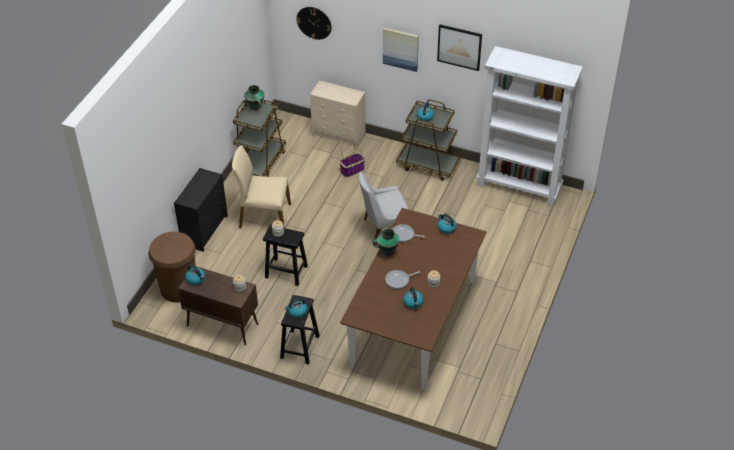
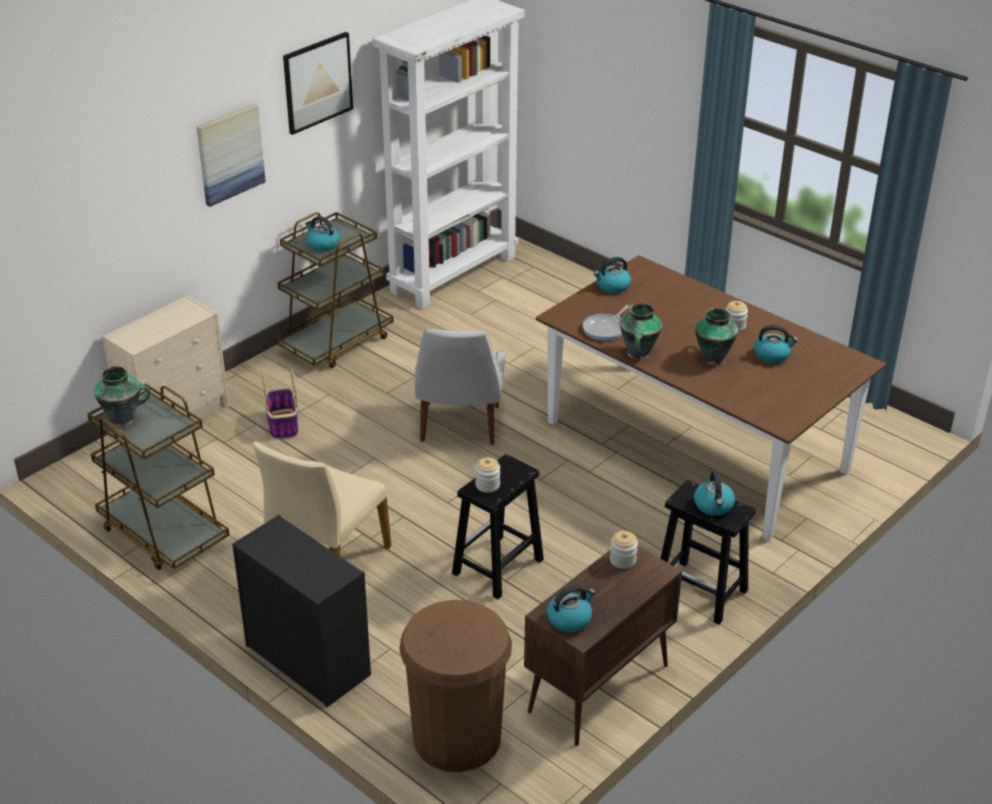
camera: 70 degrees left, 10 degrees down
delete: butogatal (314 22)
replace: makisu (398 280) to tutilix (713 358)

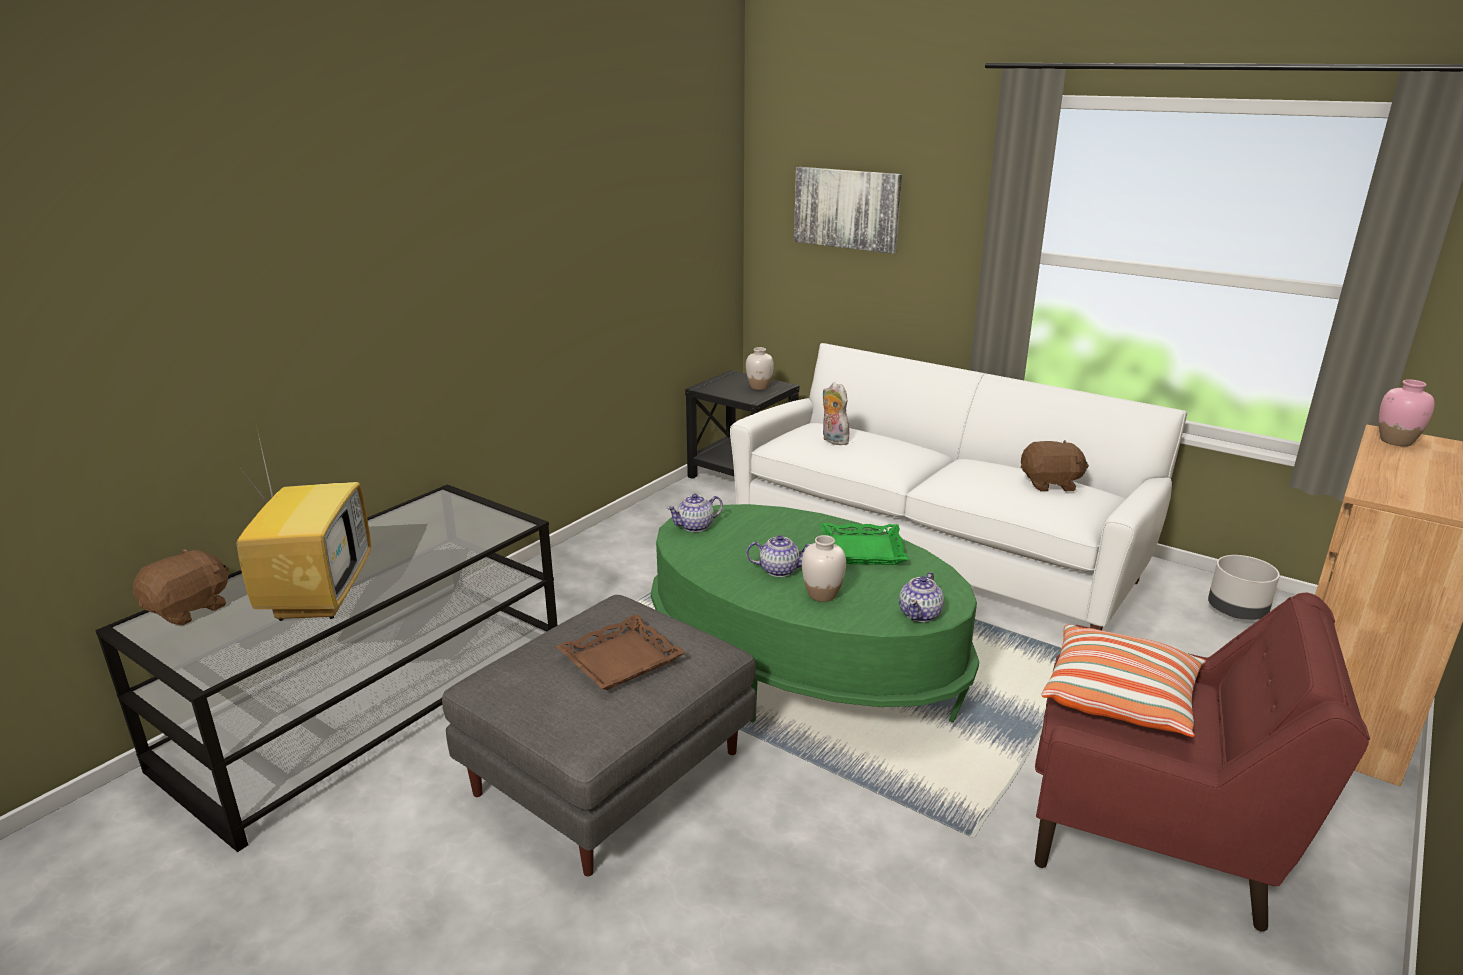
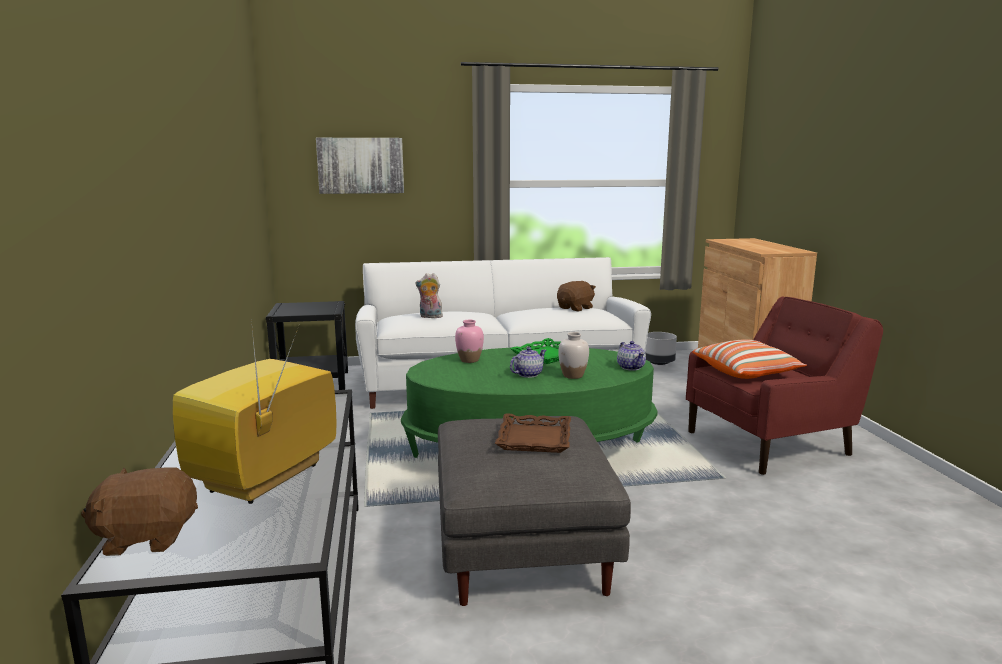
camera: 45 degrees left, 10 degrees down
delete: white_tutilix (759 387); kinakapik (696 526)
move: pink_tutilix (1396 441) to (469 360)
rotate: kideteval (318 595) = (265 480) 105 degrees counterclockwise; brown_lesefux (189 609) = (147 537) 90 degrees counterclockwise

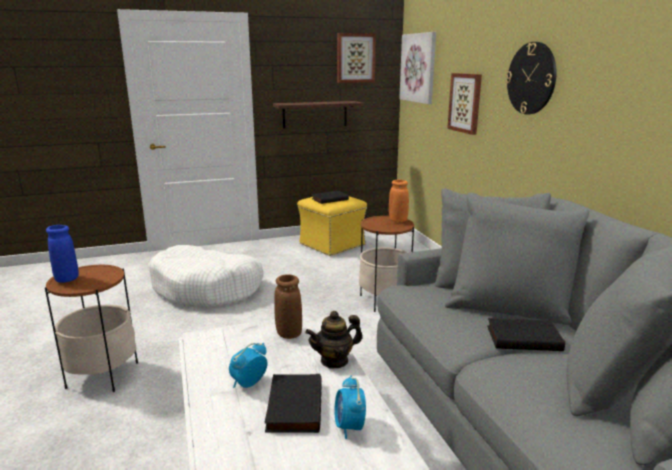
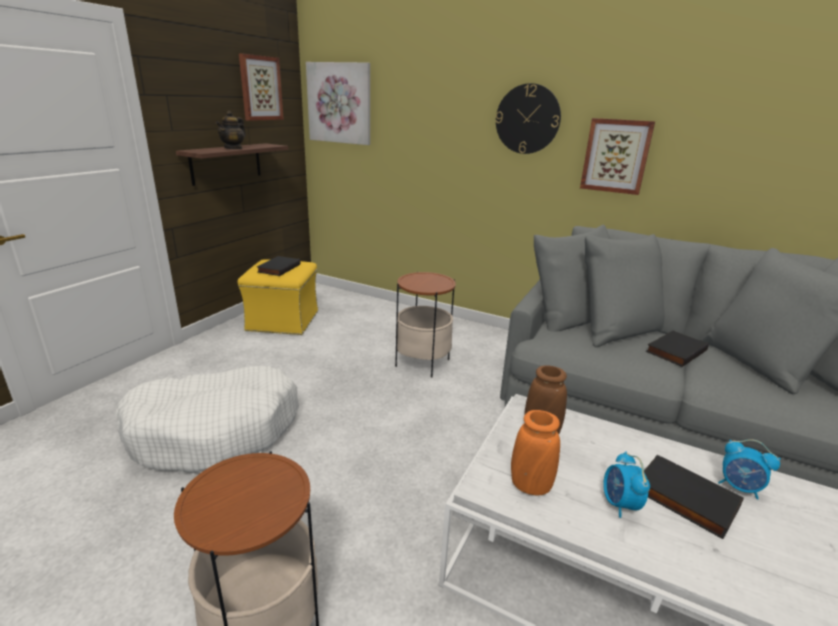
camera: 45 degrees left, 5 degrees up
delete: blue_tutilix (67 279)
move: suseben (465 103) to (616 156); orange_tutilix (398 220) to (530 485); kinakapik (334 360) to (233 148)

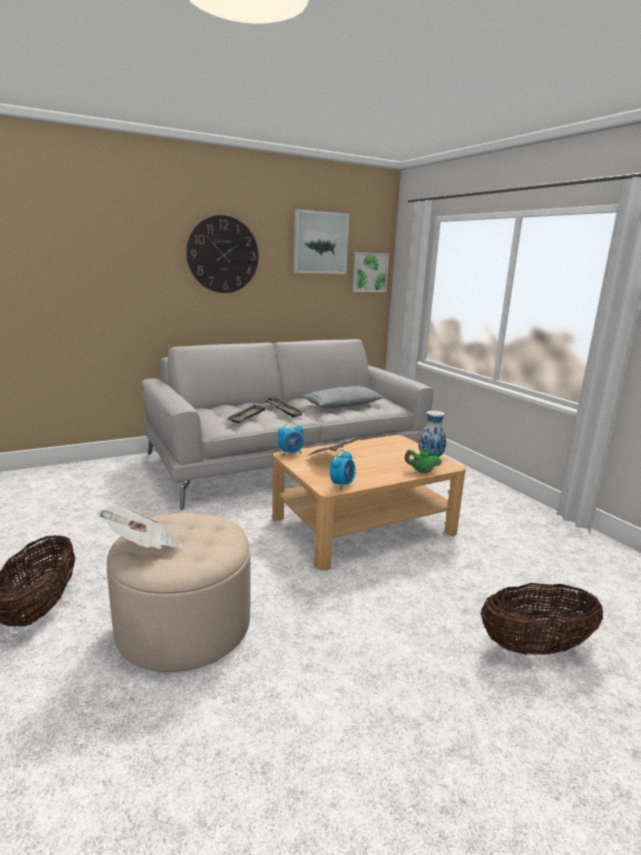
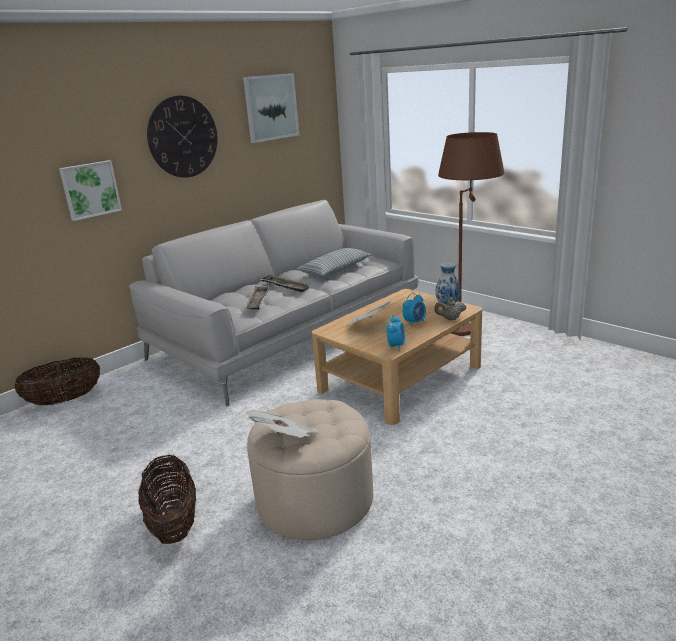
camera: 15 degrees left, 5 degrees up
insert: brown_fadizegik (468 324)
move: suseben (369 272) to (90 189); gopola (291 453) to (414 322); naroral (535 647) to (65 400)
recolor: green_kinakapik (421 471) to beige_kinakapik (450 319)

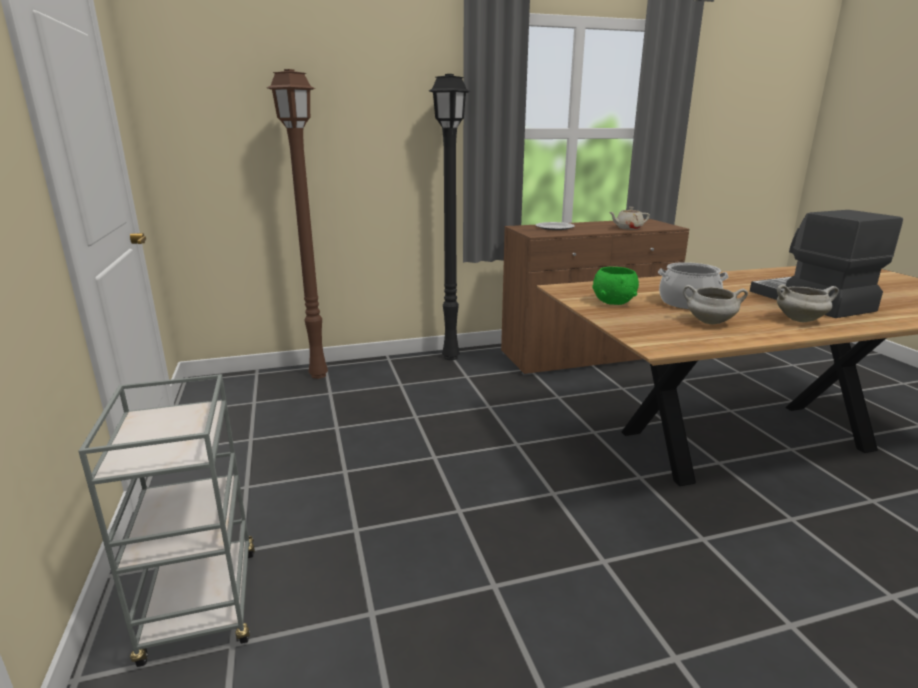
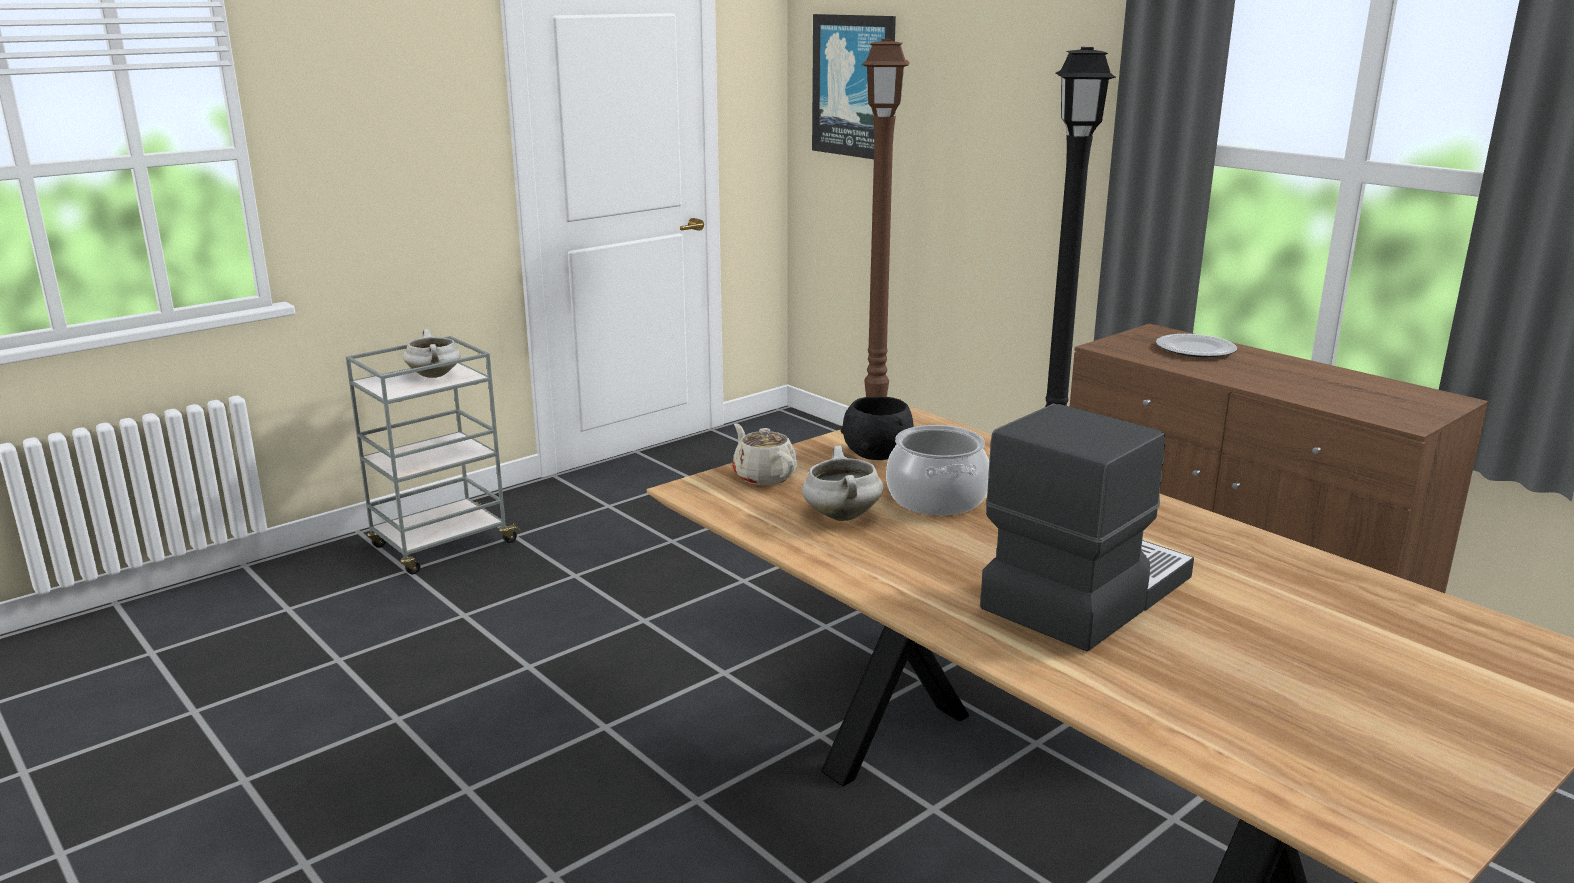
camera: 65 degrees right, 0 degrees up
insert: suseben (854 86)
move: beige_kinakapik (628 228) to (764 476); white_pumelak (800 320) to (435 375)
recolor: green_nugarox (613 302) to black_nugarox (876 454)

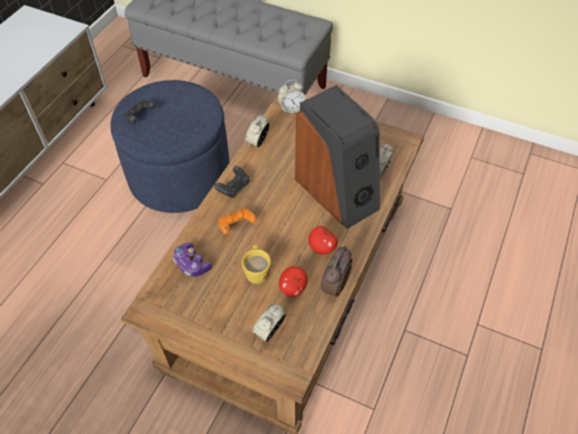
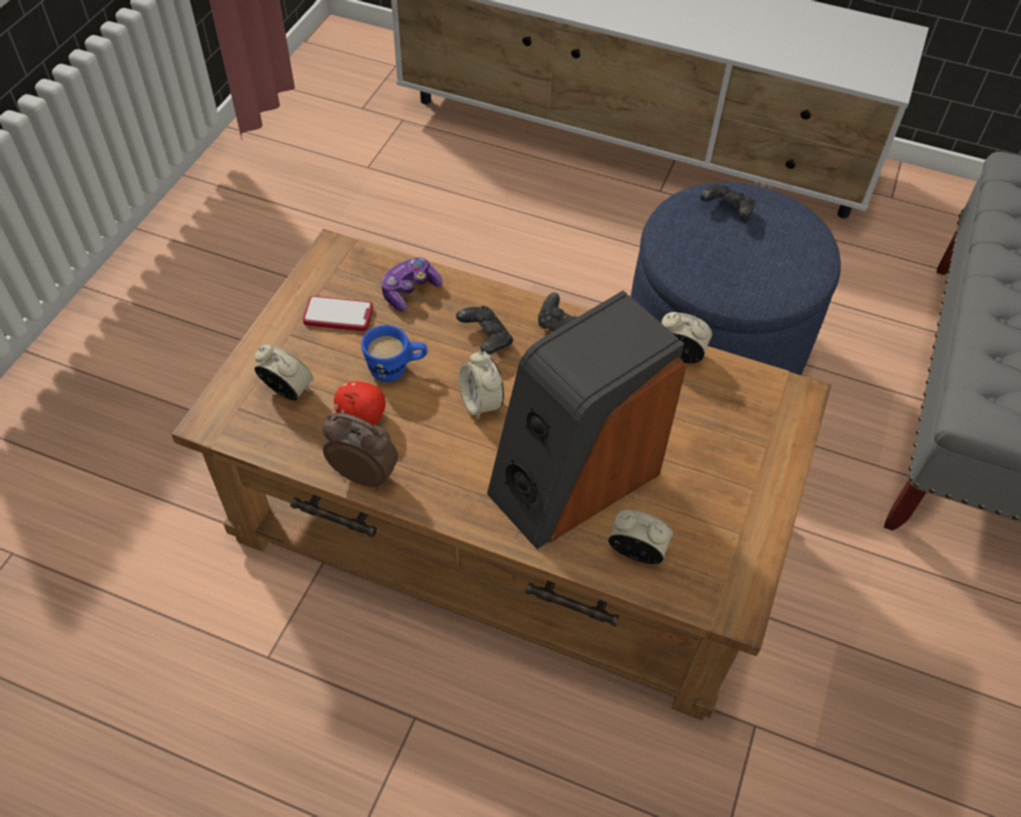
camera: 85 degrees right, 0 degrees up
delete: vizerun (322 248)
insert: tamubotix (338 315)
move: gopola (291 109) to (481 403)
recolor: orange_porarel (237 225) to black_porarel (485 338); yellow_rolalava (257 271) to blue_rolalava (396 369)

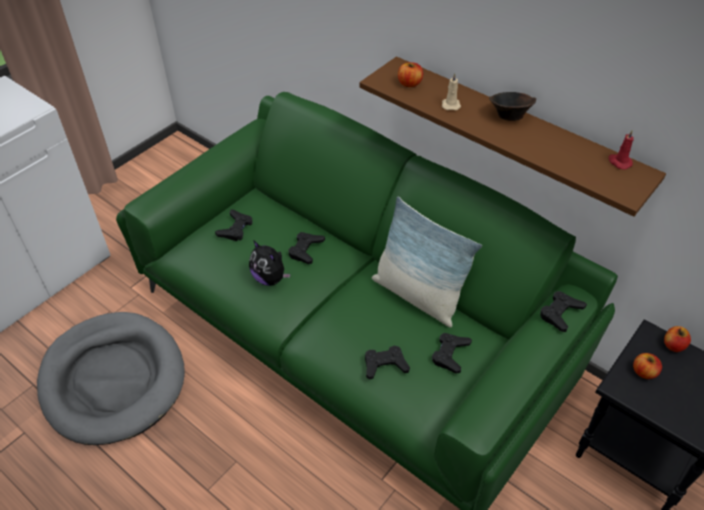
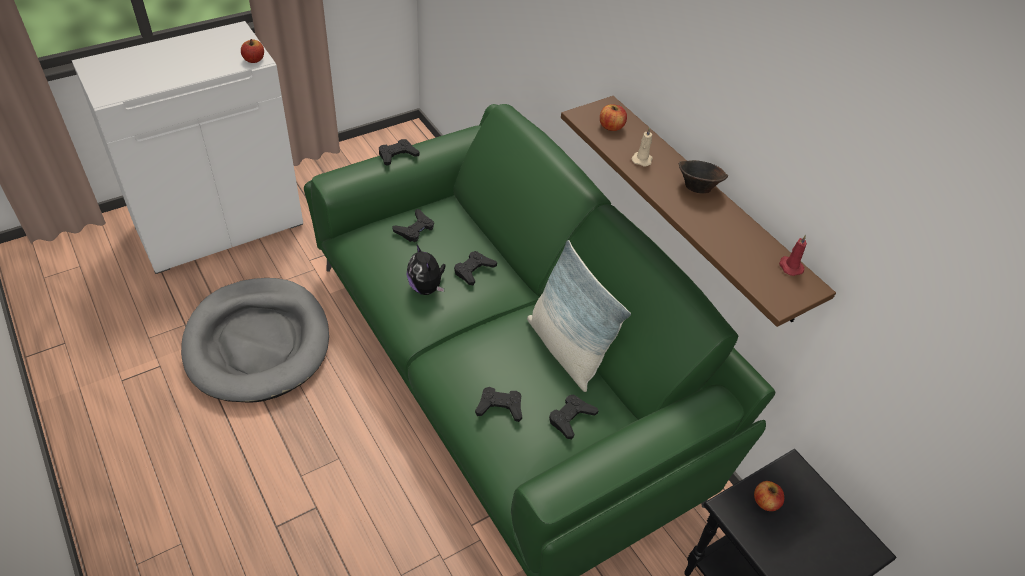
camera: 15 degrees right, 0 degrees up
move: black_porarel (560 313) to (397 155); vizerun (673 345) to (254 60)

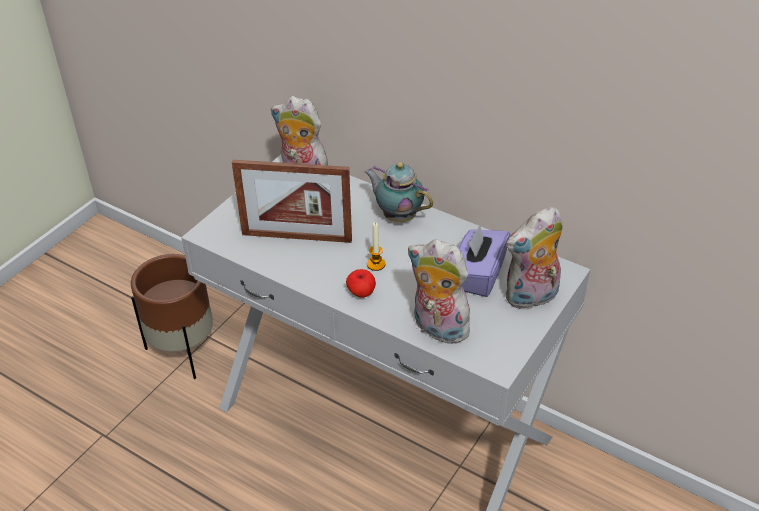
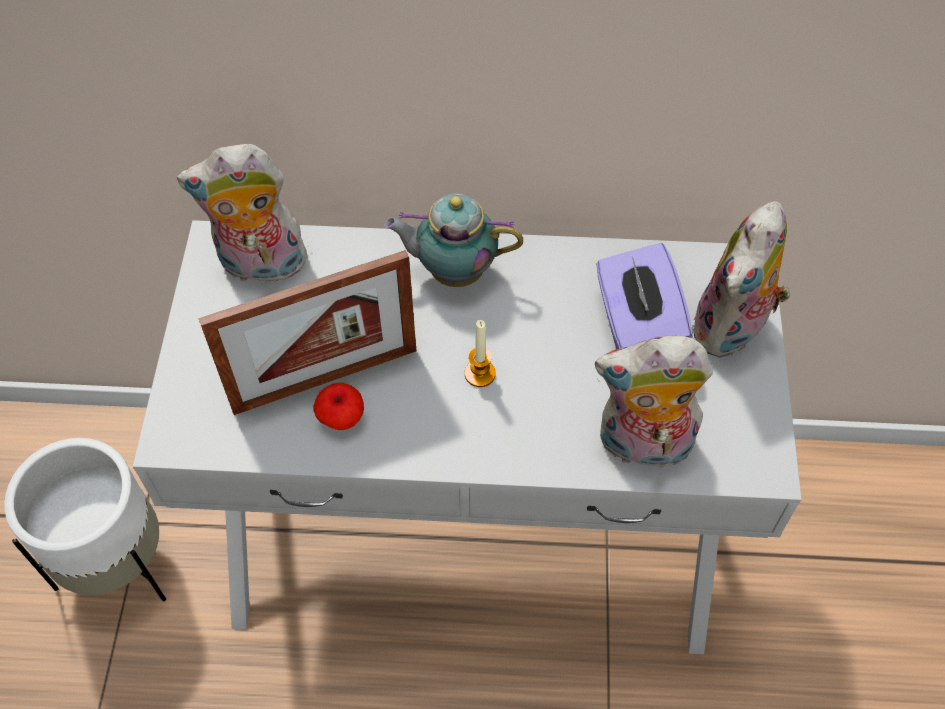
camera: 30 degrees left, 15 degrees up
move: vizerun (361 293) to (341 418)
recolor: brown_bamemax (184 351) to white_bamemax (119 563)

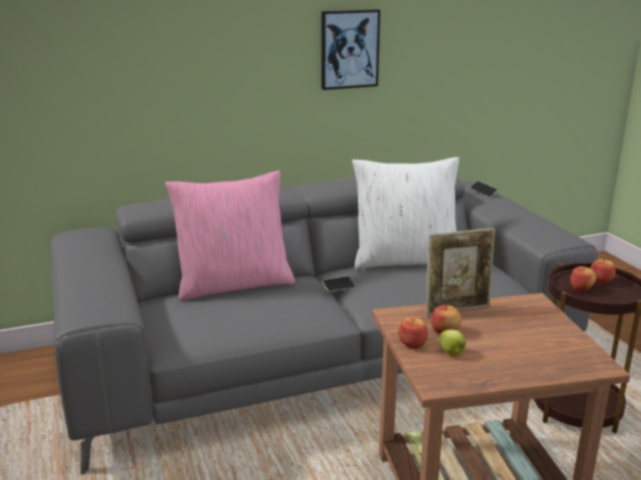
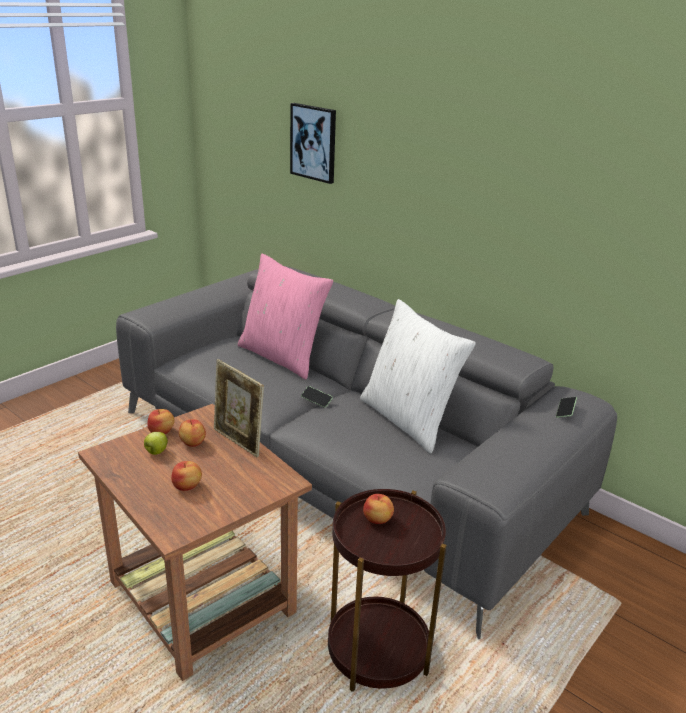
camera: 60 degrees right, 5 degrees up
move: suseben (349 49) to (314 142); vizerun (601 280) to (187 486)

